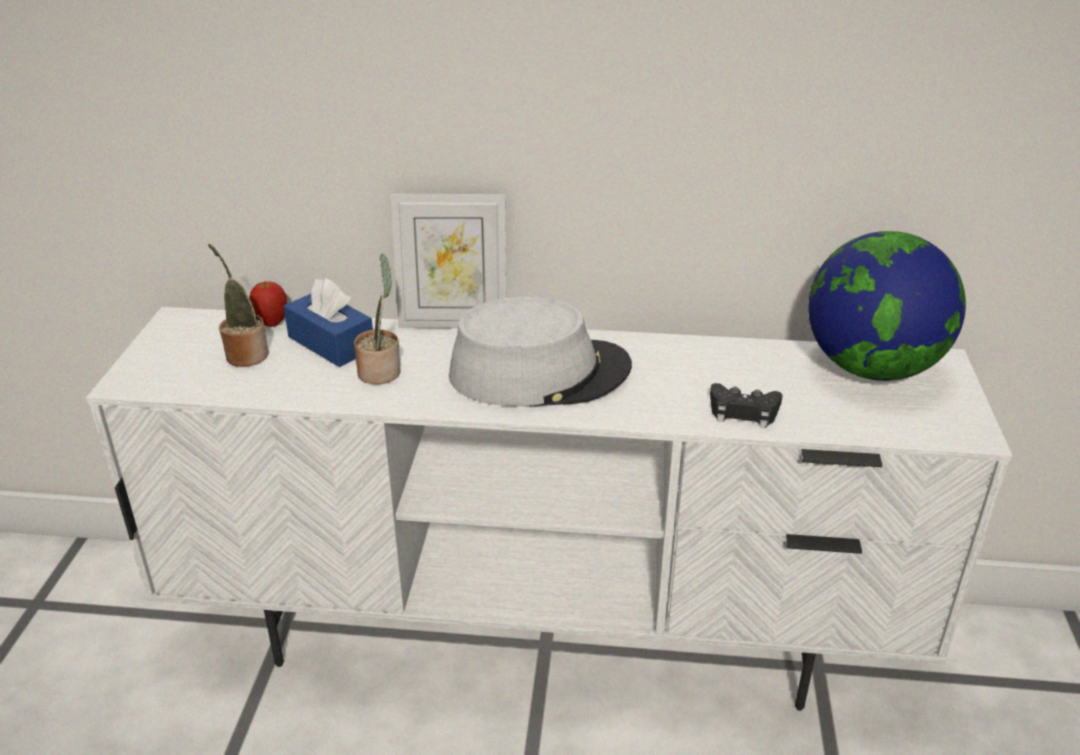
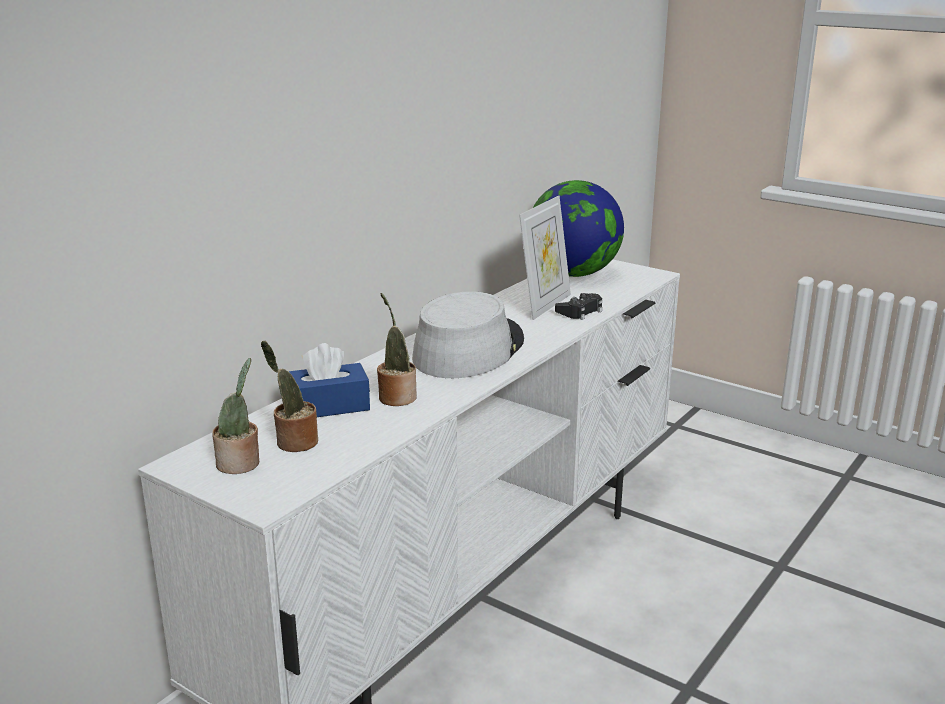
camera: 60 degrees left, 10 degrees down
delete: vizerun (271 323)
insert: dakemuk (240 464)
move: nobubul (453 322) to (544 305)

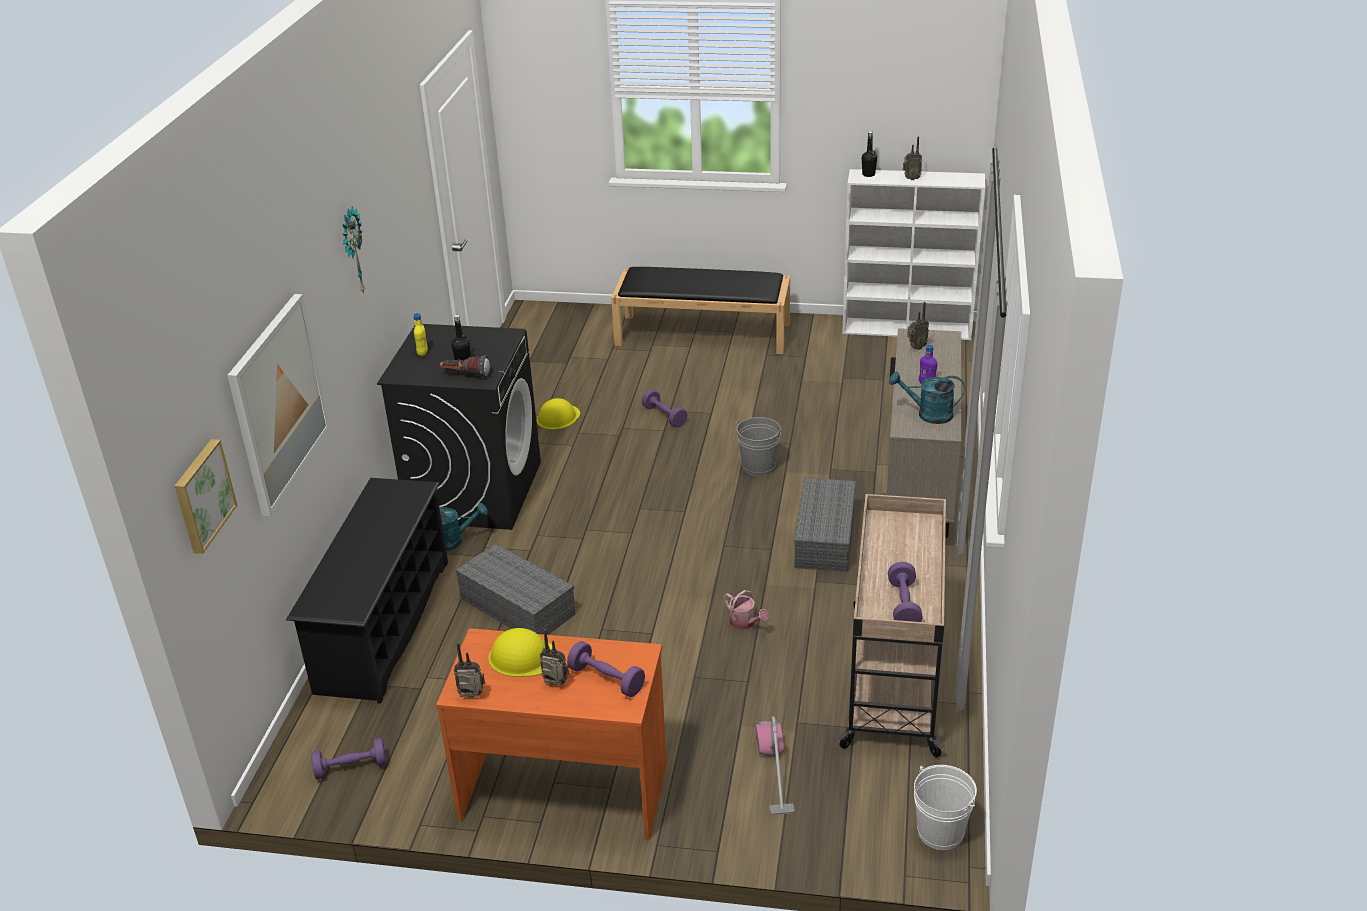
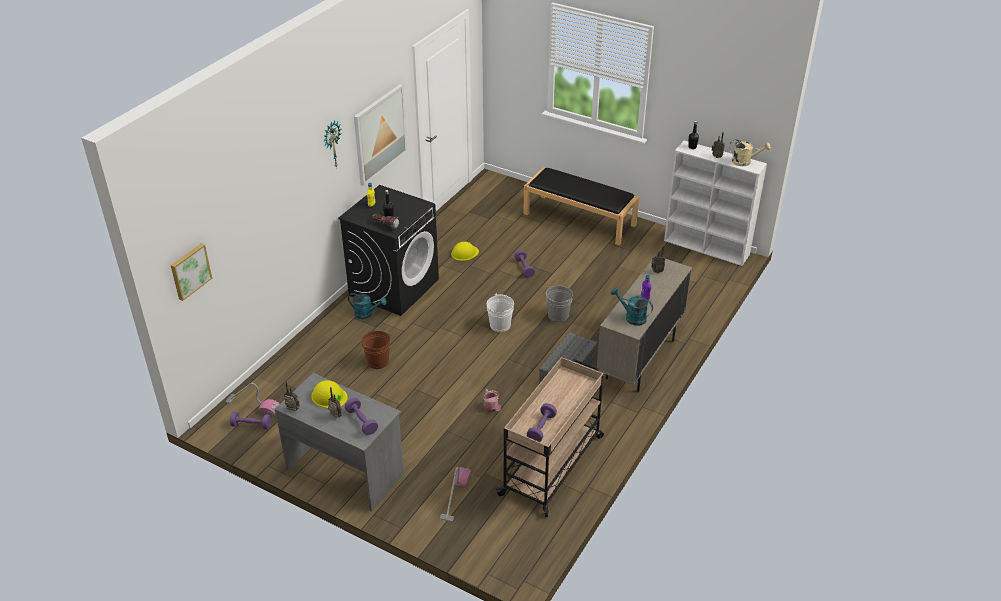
camera: 20 degrees right, 5 degrees up
delete: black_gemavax (383 625)
insert: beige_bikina (745 162); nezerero (253 405)
move: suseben (278 403) to (380 134); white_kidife (940 832) to (500 325)
replace: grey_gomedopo (515 606) to brown_kidife (377 362)
recolor: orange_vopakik (564 789) to grey_vopakik (345 470)

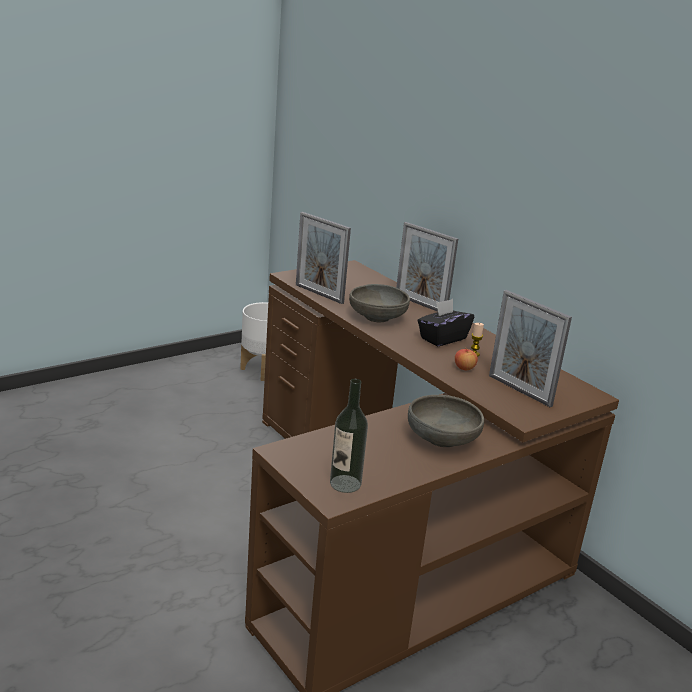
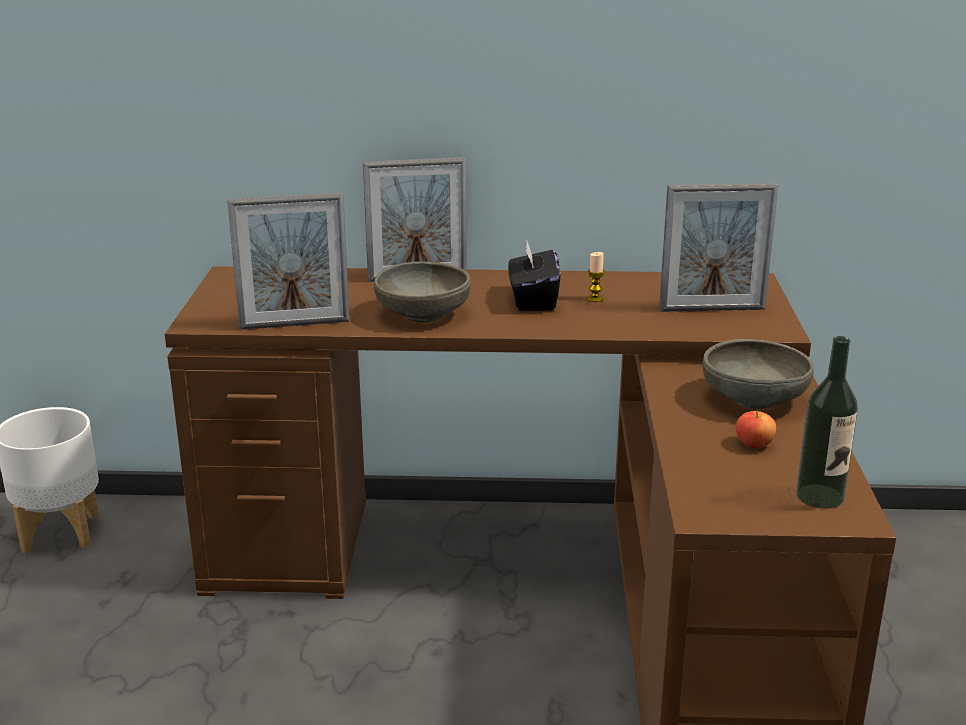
camera: 50 degrees left, 0 degrees up
move: vizerun (464 368) to (754 444)

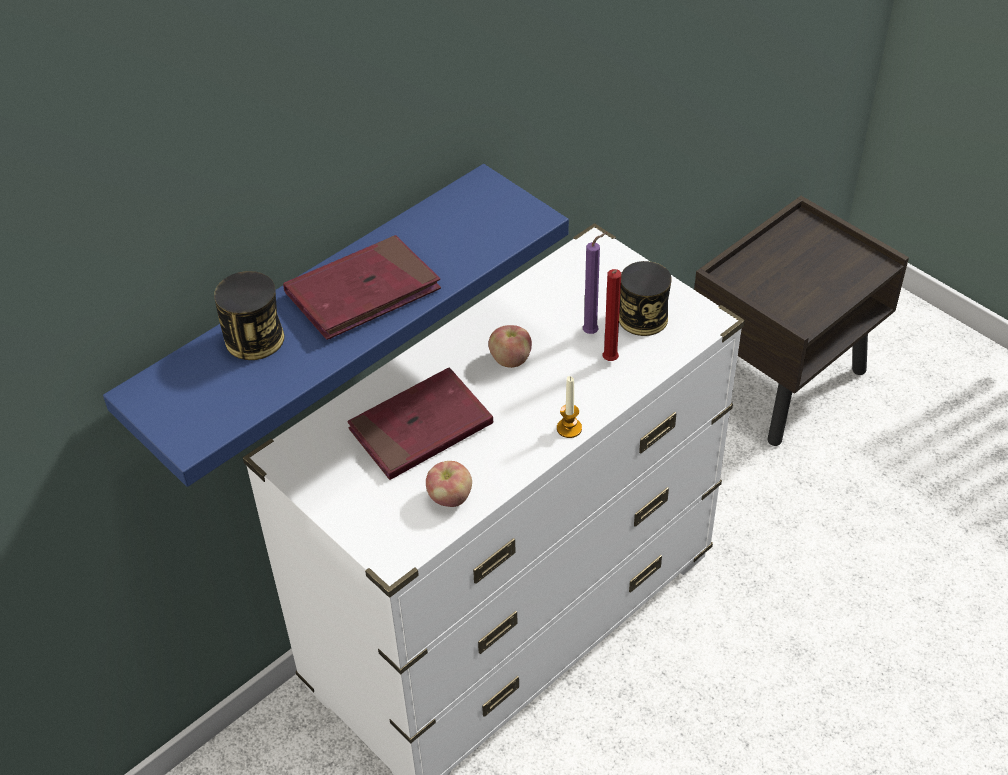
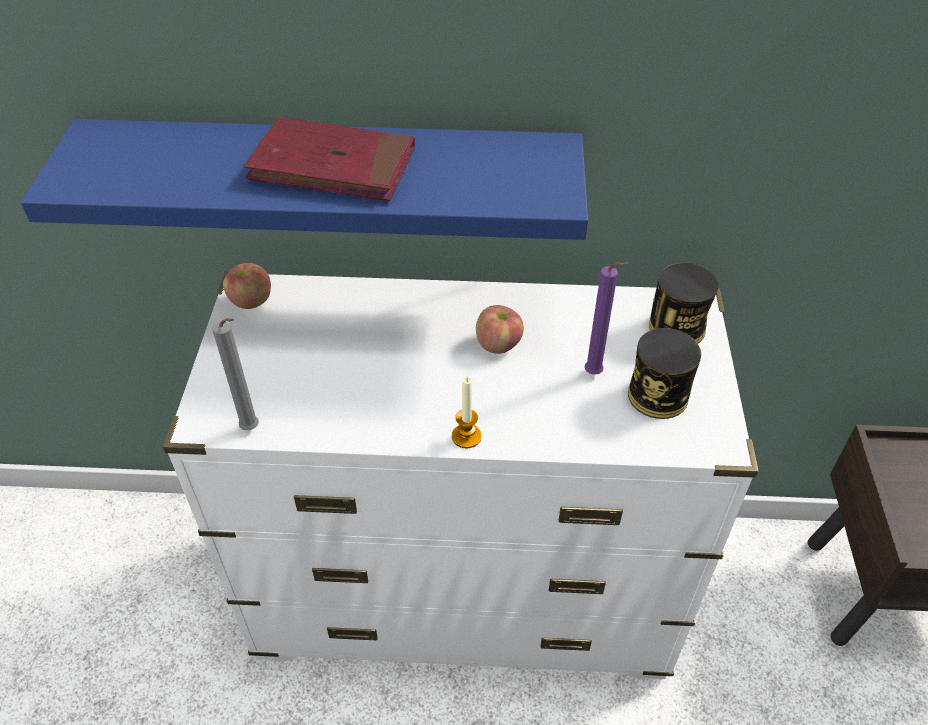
camera: 45 degrees right, 0 degrees up
delete: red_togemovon (609 362); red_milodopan (421 428)
insert: grey_togemovon (253 429)
move: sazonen (254 339) to (676 327); vizerun (450 497) to (250 301)

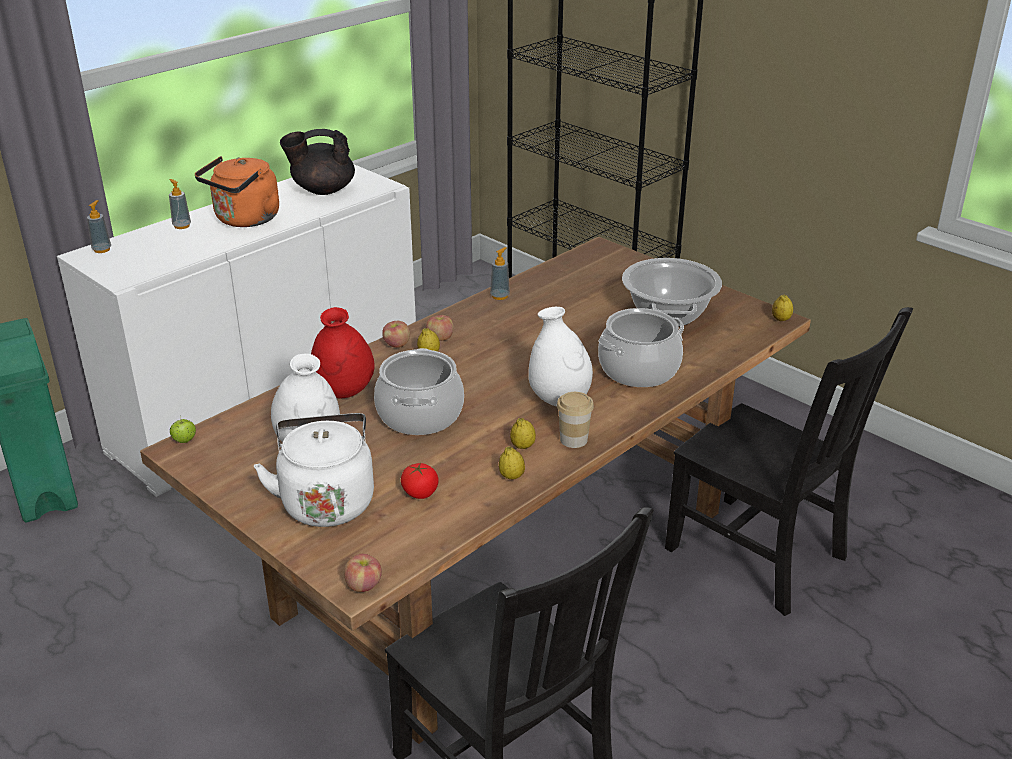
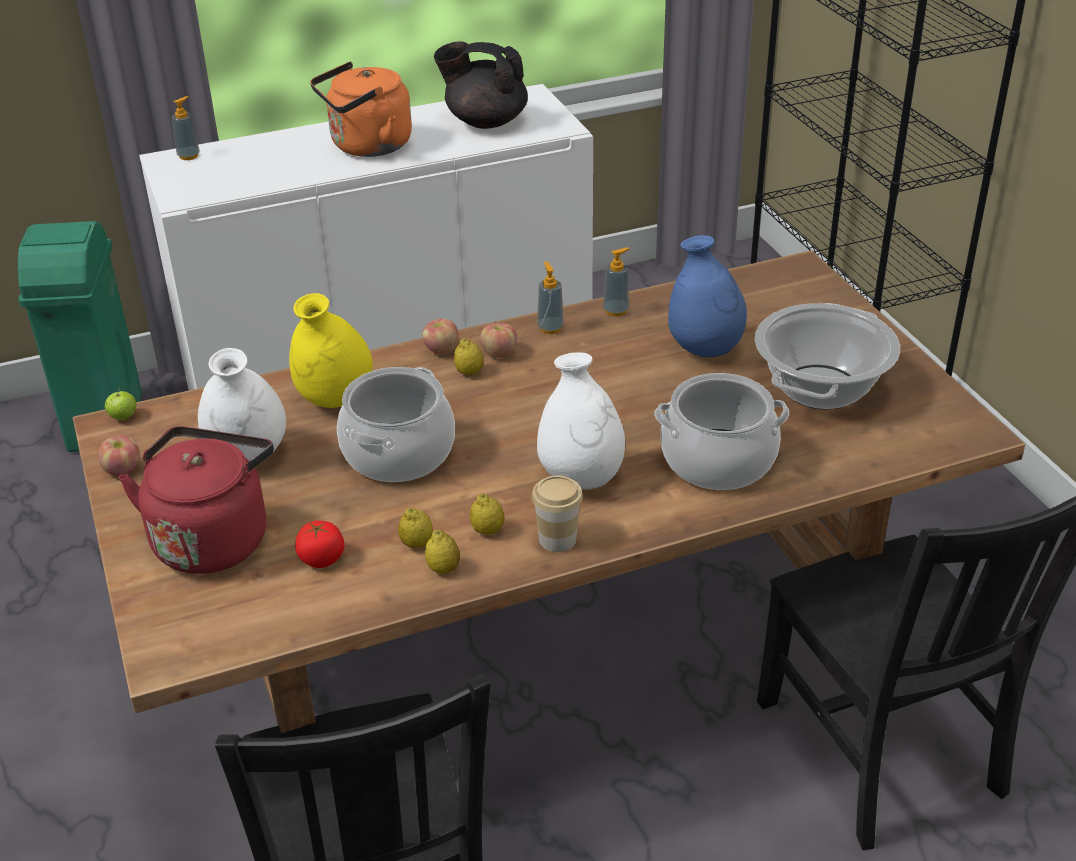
camera: 25 degrees right, 5 degrees up
insert: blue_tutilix (705 350)
move: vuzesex (182 226) to (550 328); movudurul (781 319) to (417 543); vizerun (363 585) to (123 470)
recolor: red_tutilix (344 392) to yellow_tutilix (335 400); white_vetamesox (326 501) to red_vetamesox (213 538)

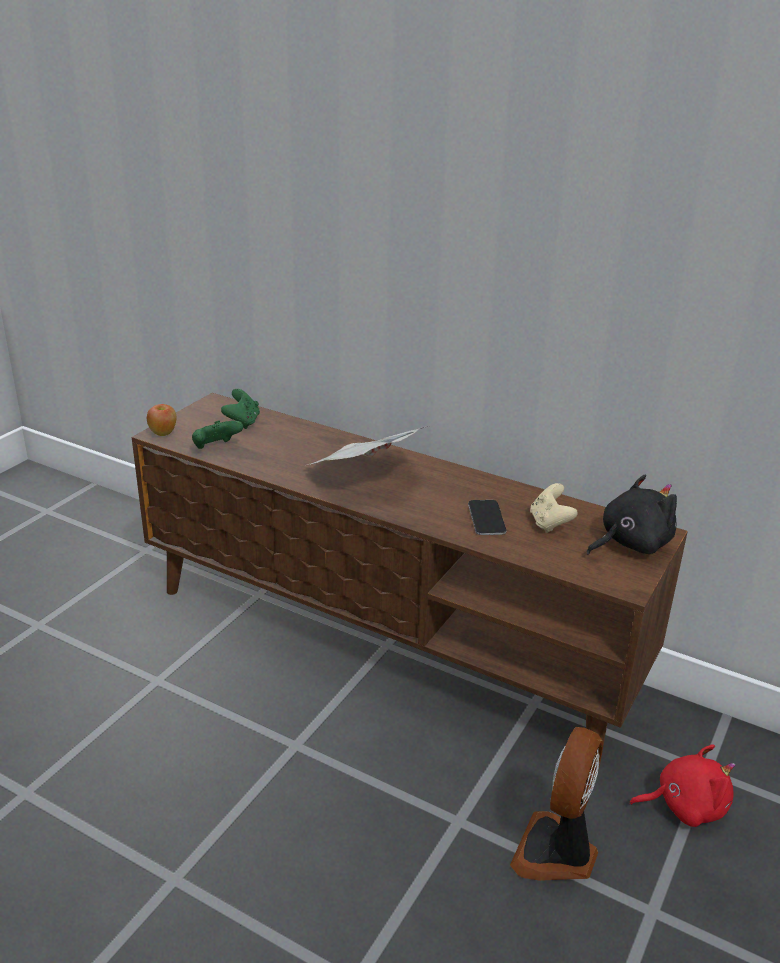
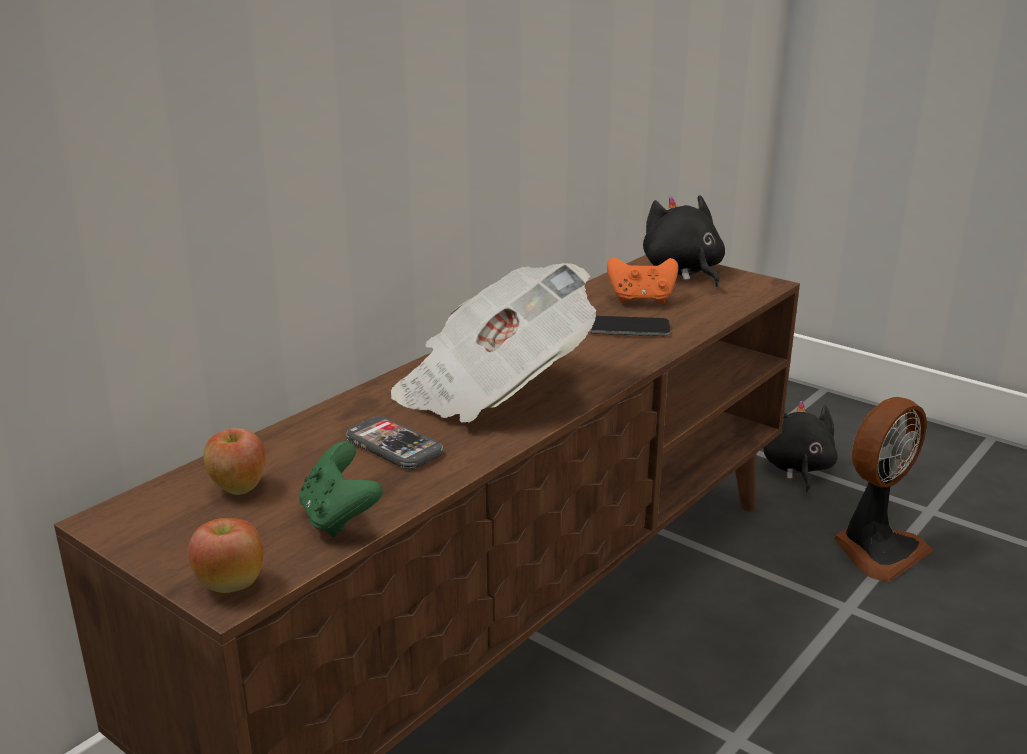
camera: 80 degrees left, 5 degrees down
insert: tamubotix (394 446)
replace: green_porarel (242 422) to vizerun (238 488)
recolor: beige_porarel (549 523) to orange_porarel (641 300); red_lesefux (685 806) to black_lesefux (797 469)
rotate: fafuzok (557 852) = (876 549) 75 degrees counterclockwise

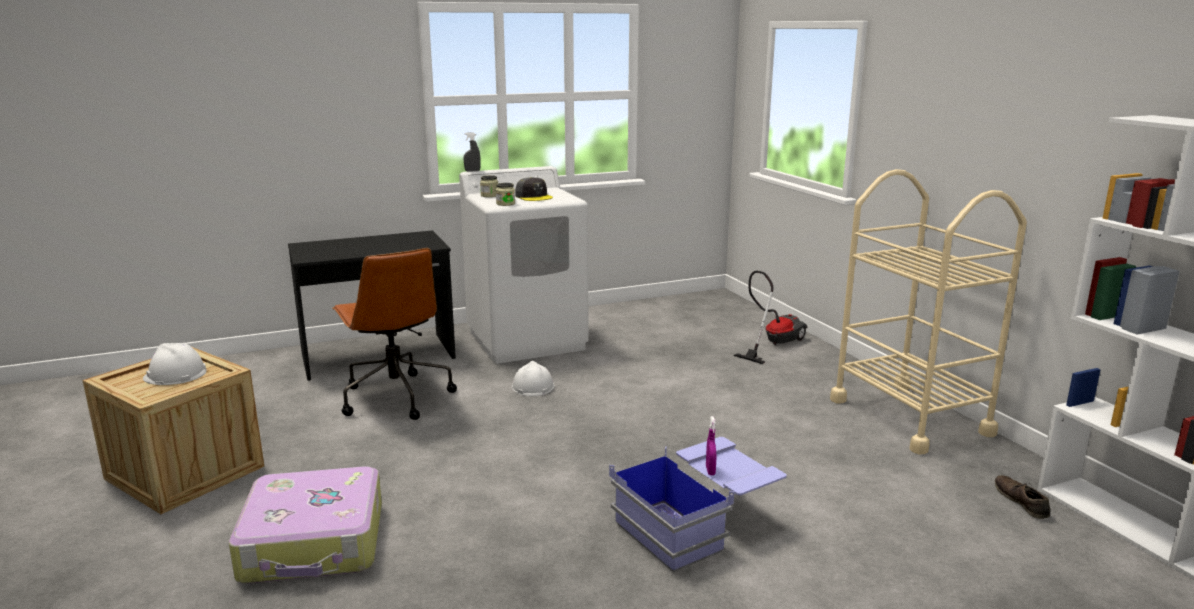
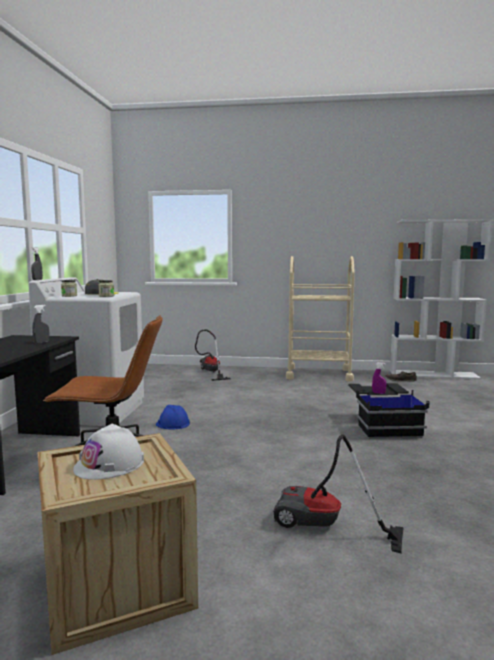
camera: 60 degrees left, 10 degrees down
insert: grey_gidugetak (41 342)
replace: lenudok (314 543) to nezerero (324 528)
recolor: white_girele (533 386) to blue_girele (172 424); blue_gomedopo (697 526) to black_gomedopo (383 425)

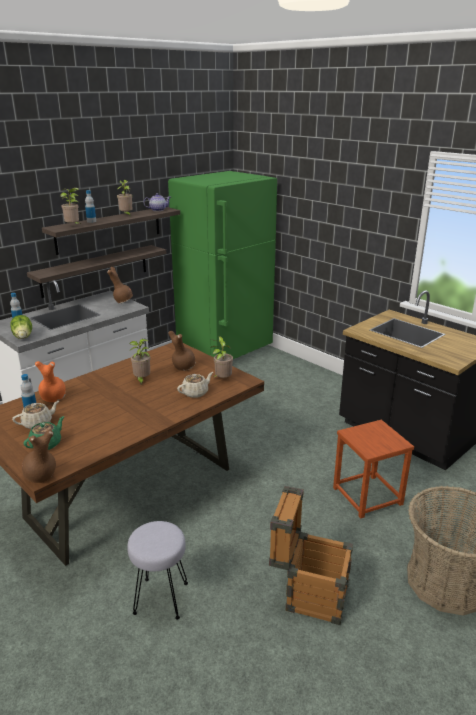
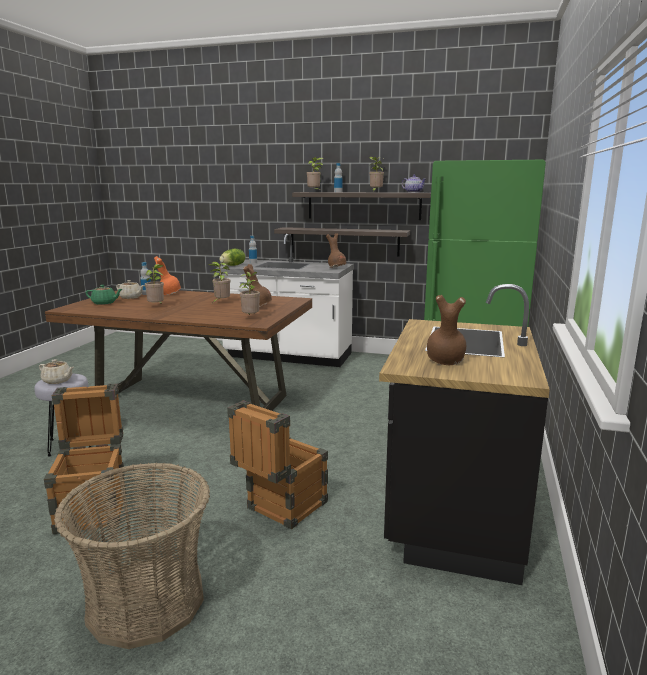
camera: 60 degrees right, 10 degrees down
insert: dakemuk (157 306)
move: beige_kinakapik (195 393) to (58 381); brown_tutilix (41 477) to (444 361)
replace: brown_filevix (367 496) to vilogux (280 509)

